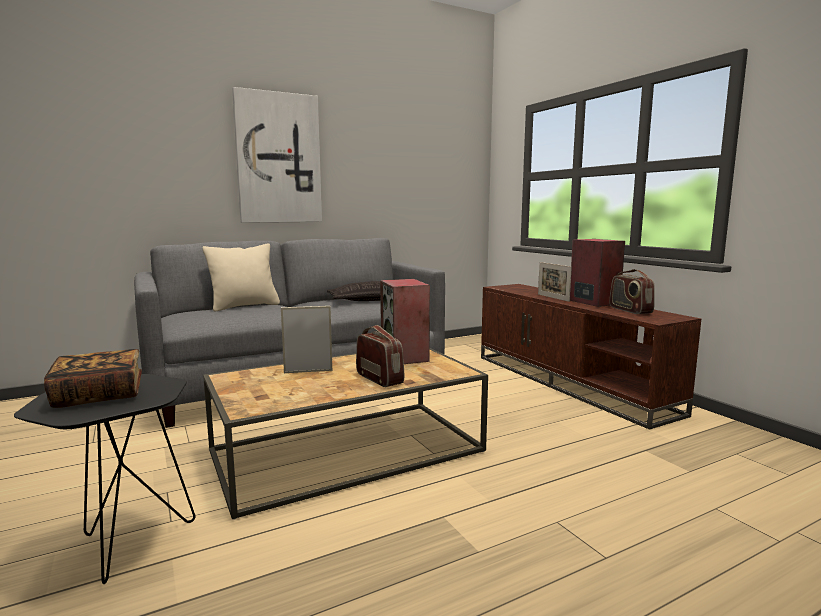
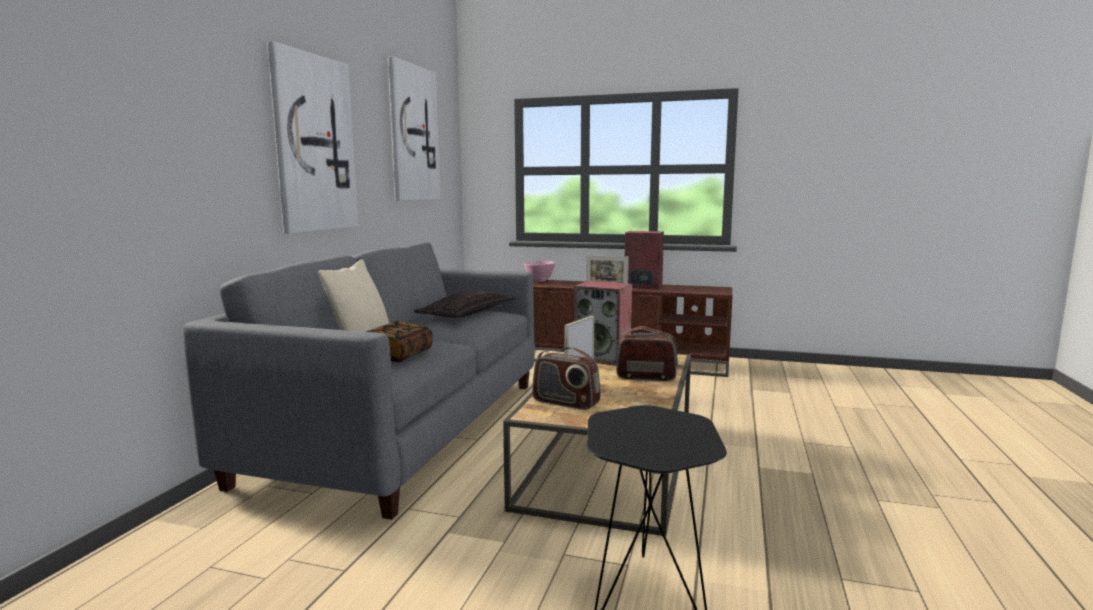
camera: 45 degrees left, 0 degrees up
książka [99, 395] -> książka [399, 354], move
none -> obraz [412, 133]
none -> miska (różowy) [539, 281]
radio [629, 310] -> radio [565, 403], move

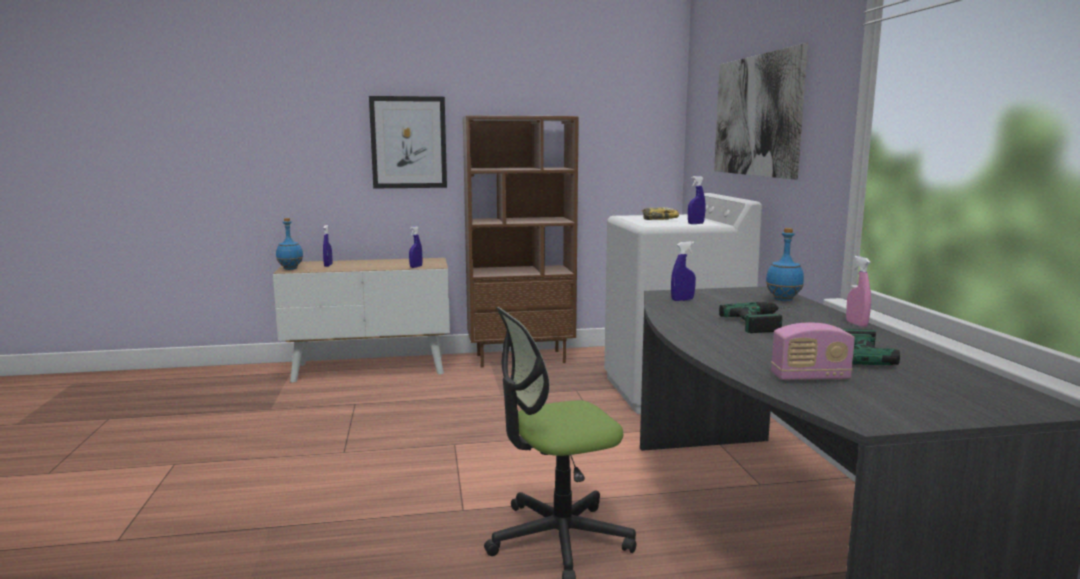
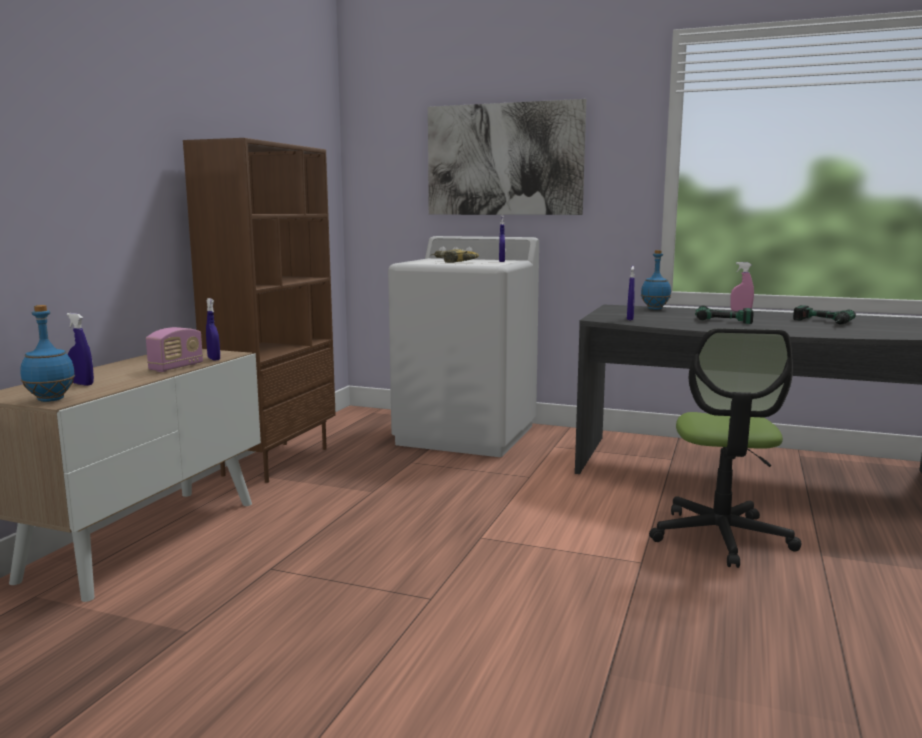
camera: 60 degrees left, 0 degrees up
radio [810, 378] -> radio [176, 367], move
obraz [408, 142] -> none

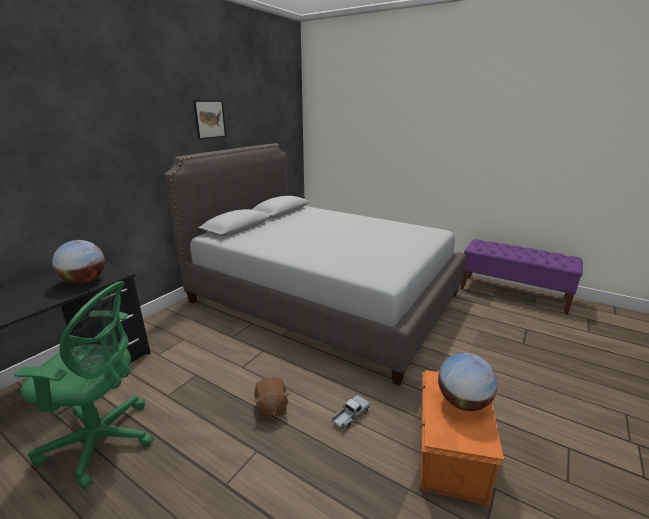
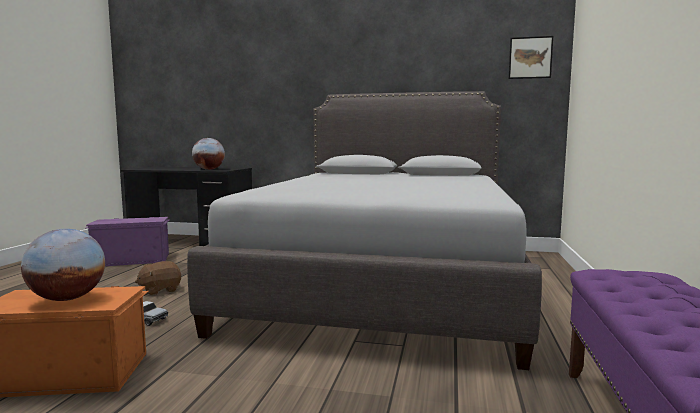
camera: 70 degrees right, 15 degrees down
krzesło biurowe (zielony) [104, 441] -> pojemnik do przechowywania (fioletowy) [132, 259]
obraz [210, 119] -> obraz [530, 57], move

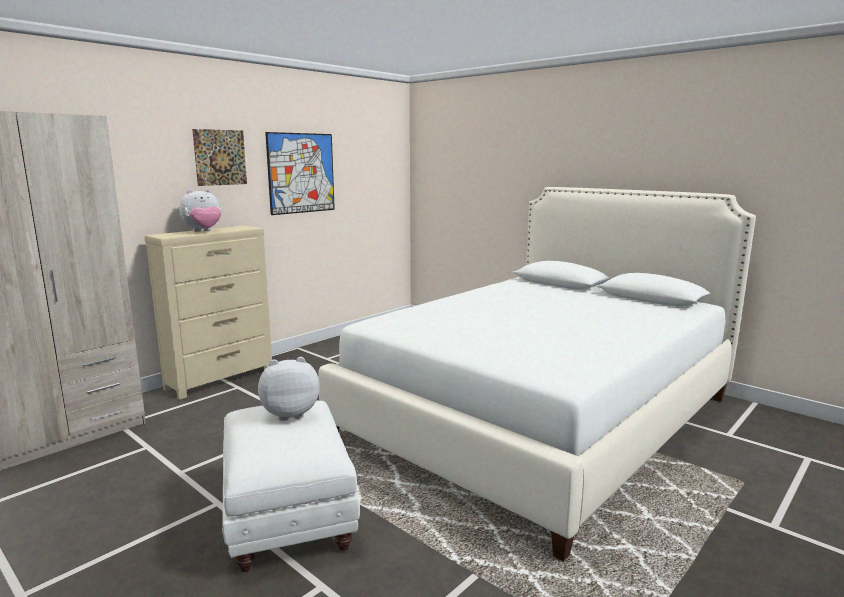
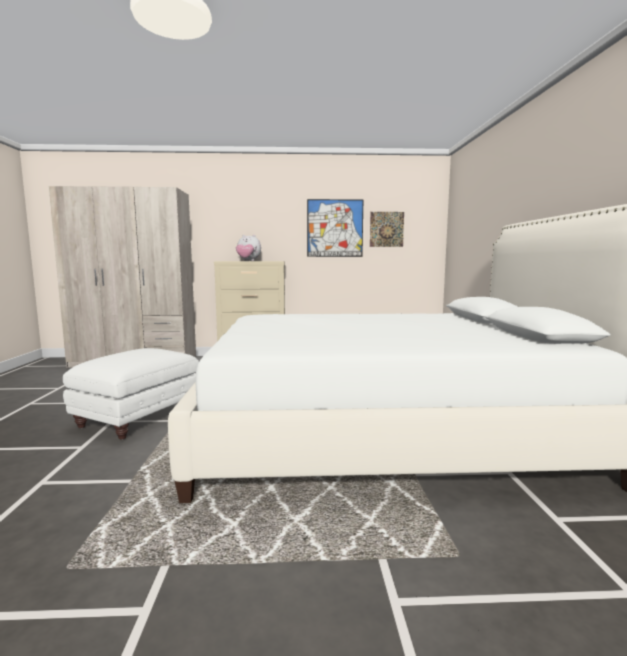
camera: 45 degrees right, 5 degrees down
obraz [220, 157] -> obraz [386, 229], move
pluszak [290, 414] -> none

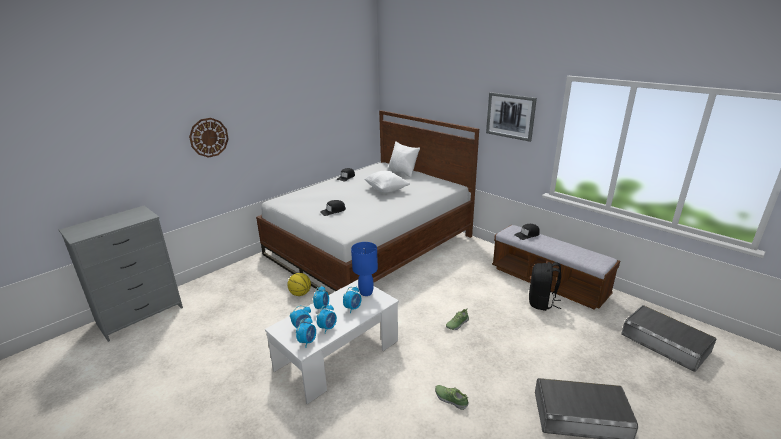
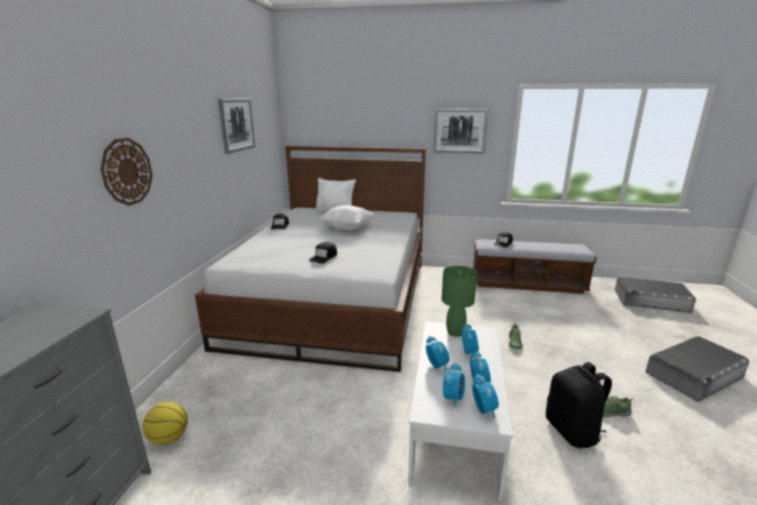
camera: 35 degrees left, 5 degrees down
piłka do koszykówki [300, 293] -> piłka do koszykówki [168, 438], move
none -> obraz [237, 124]
lampa stołowa (niebieski) [366, 292] -> lampa stołowa (zielony) [455, 332]
plecak (czarny) [541, 302] -> plecak (czarny) [572, 431], move

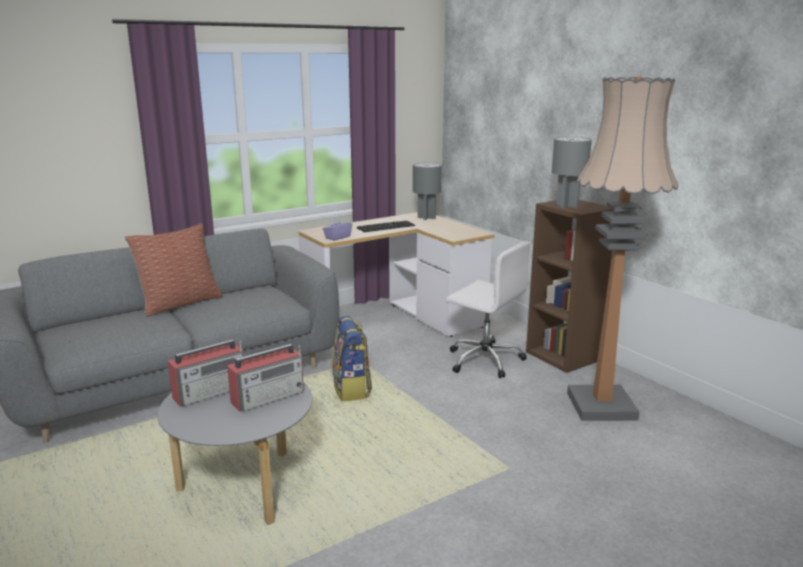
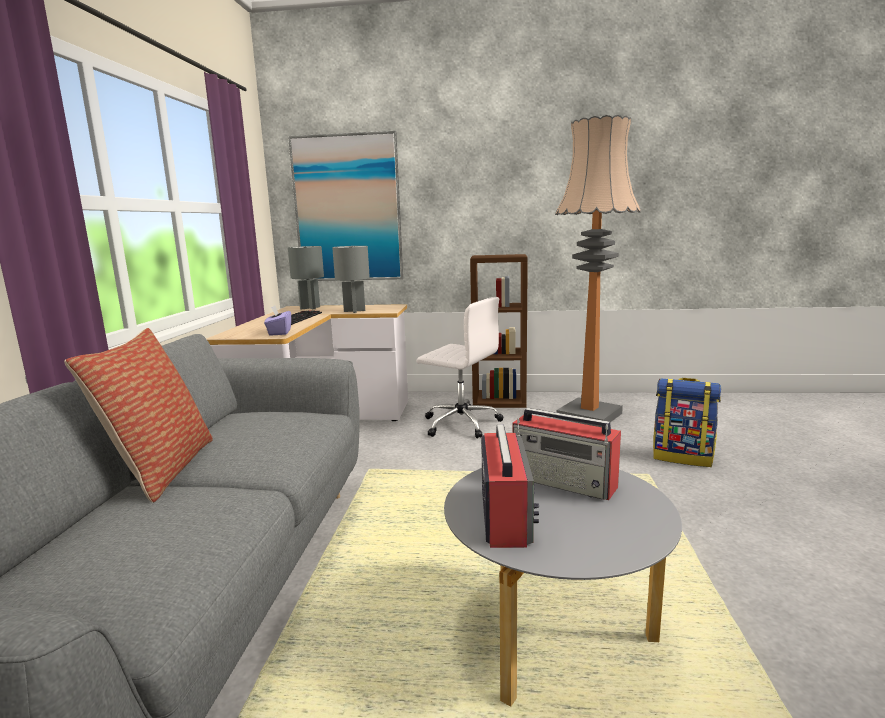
camera: 50 degrees left, 5 degrees down
none -> obraz [347, 209]
lampa stołowa (szary) [566, 206] -> lampa stołowa (szary) [354, 311], move
krzesło biurowe (biały) [484, 360] -> krzesło biurowe (biały) [460, 423], 45 degrees clockwise
radio [269, 397] -> radio [564, 482], 120 degrees clockwise
plecak [352, 389] -> plecak [683, 457], move

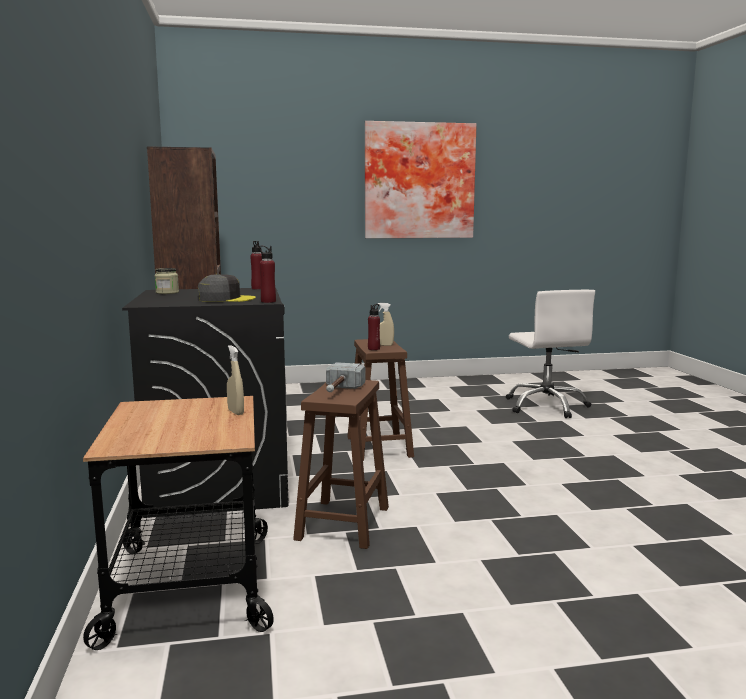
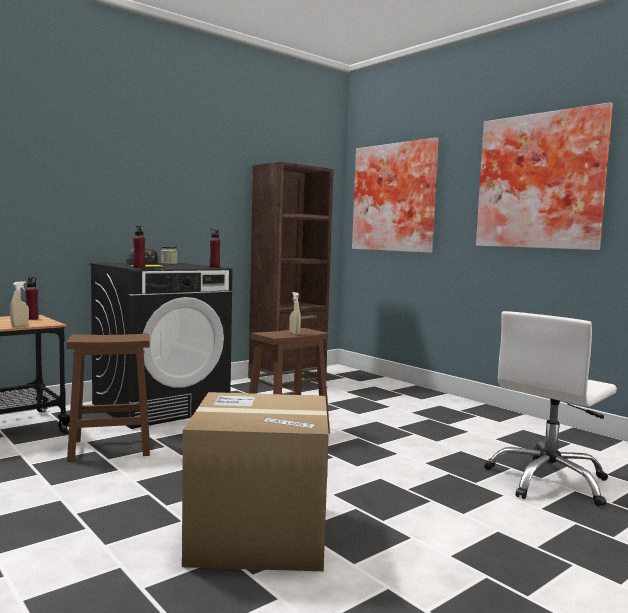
camera: 60 degrees right, 5 degrees down
butelka (czerwony) [374, 349] -> butelka (czerwony) [32, 319], move
none -> karton [259, 534]
none -> obraz [395, 198]
młotek [340, 390] -> none

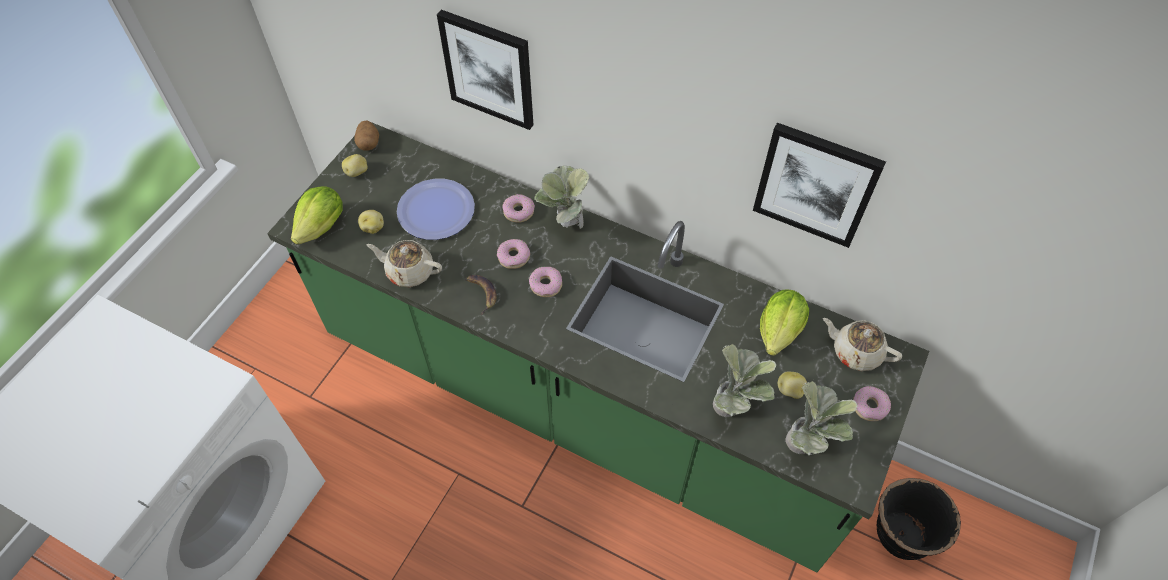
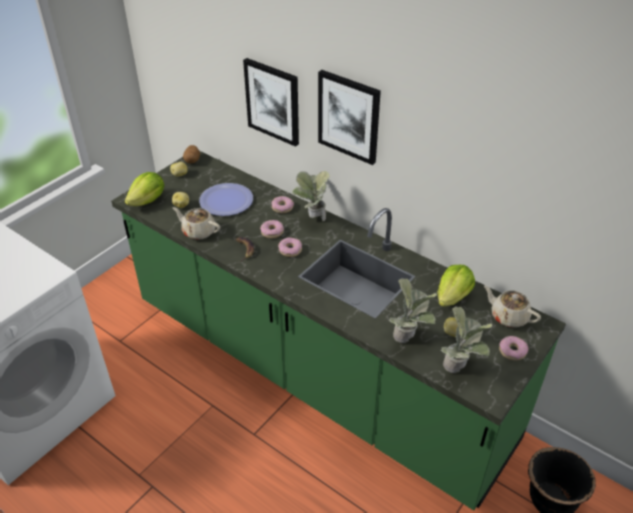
camera: 10 degrees right, 15 degrees down
obraz [816, 184] -> obraz [349, 116], move

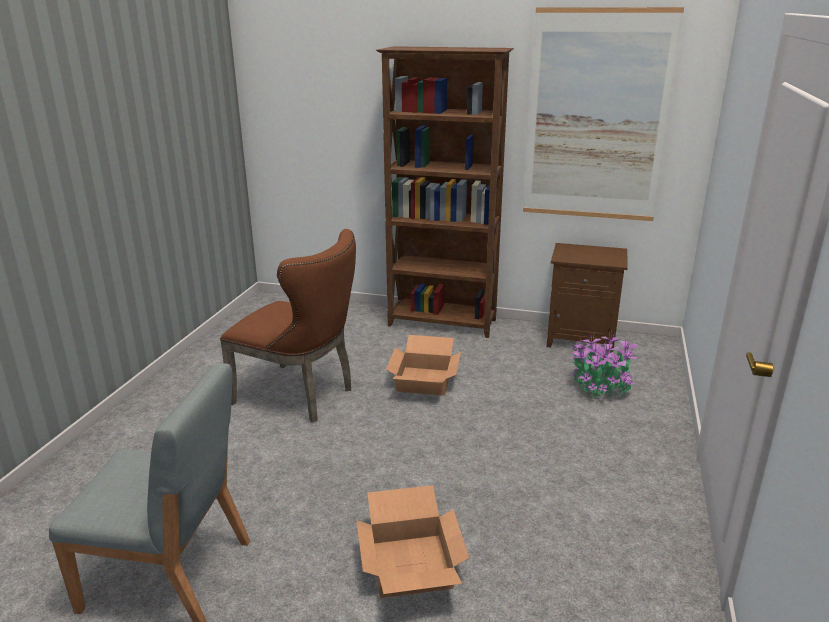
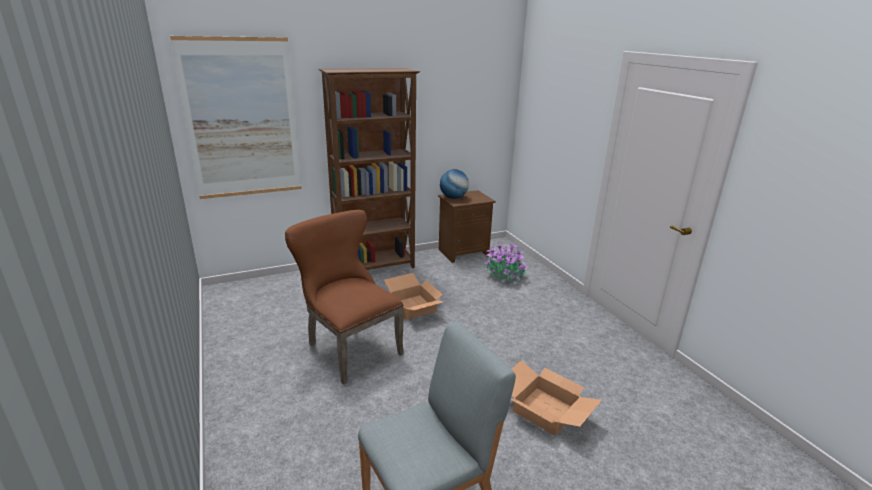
camera: 40 degrees left, 0 degrees up
obraz [596, 117] -> obraz [242, 120], move
krzesło (brązowy) [301, 396] -> krzesło (brązowy) [348, 347], 120 degrees counterclockwise
none -> globus [453, 197]

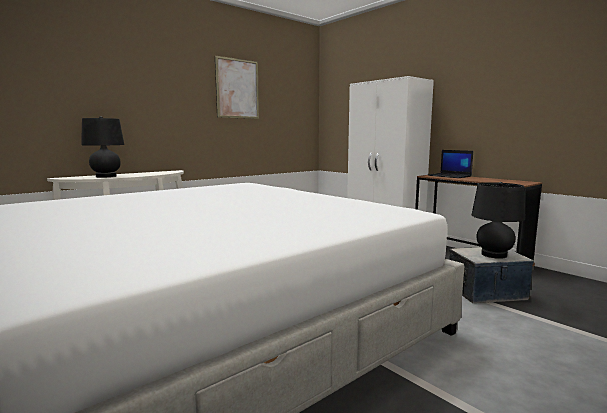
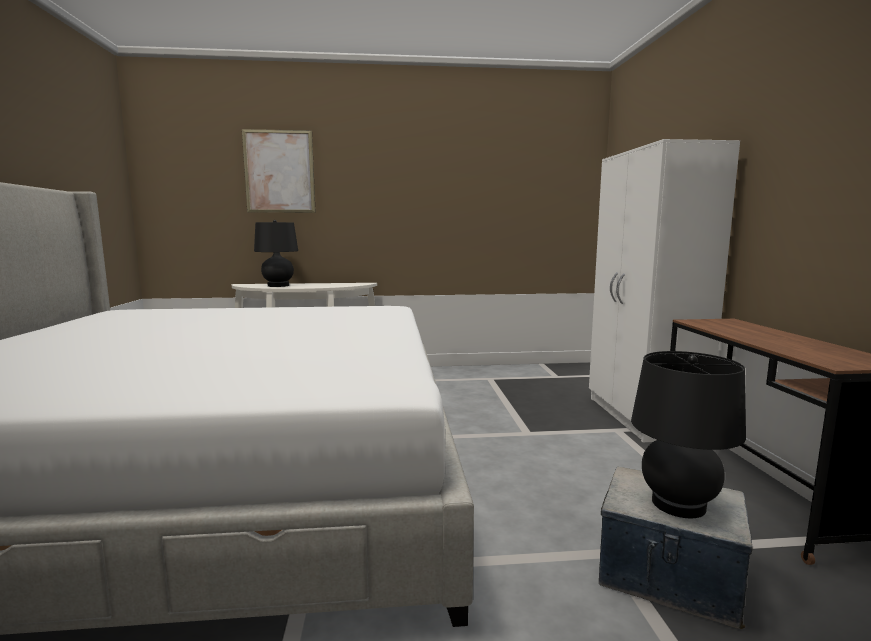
camera: 35 degrees right, 0 degrees up
obraz [237, 88] -> obraz [279, 171], move
laptop [450, 176] -> none

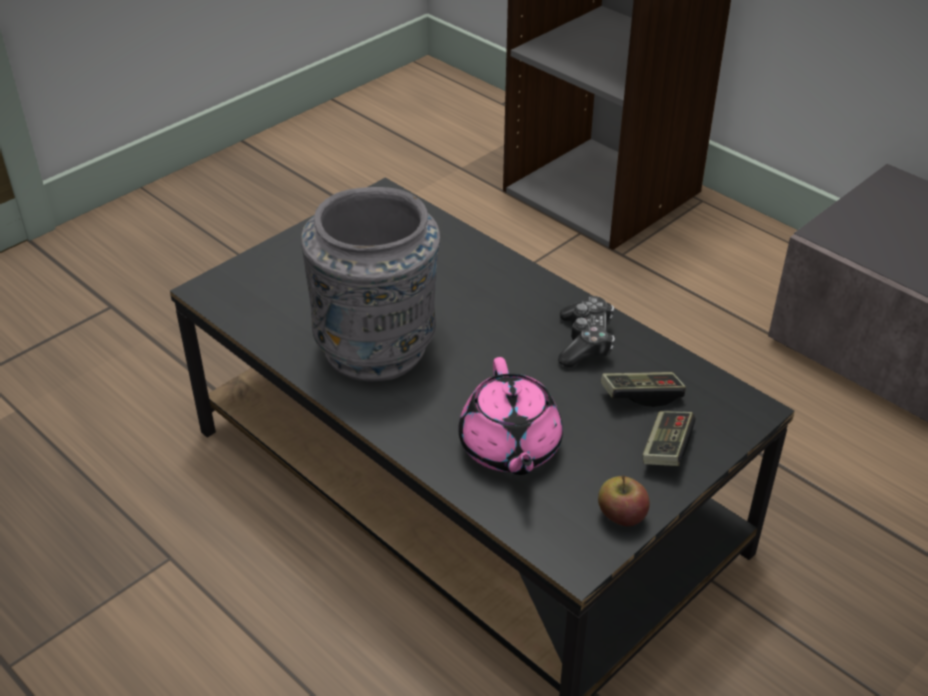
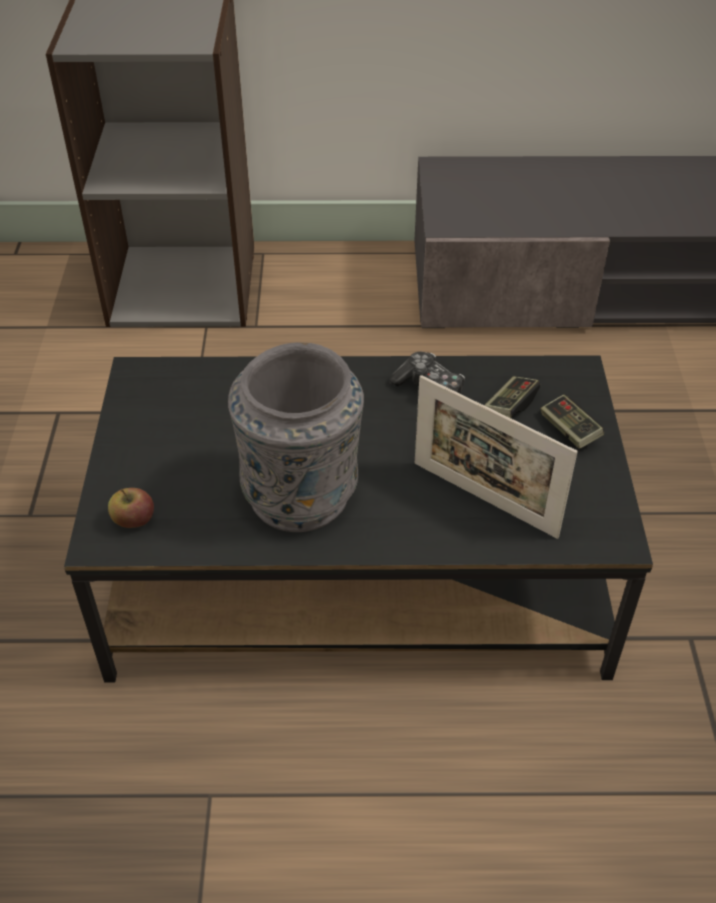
camera: 45 degrees left, 5 degrees up
jabłko [621, 516] -> jabłko [133, 520], move
imbryk (różowy) [509, 448] -> ramka na zdjęcie [484, 499]

